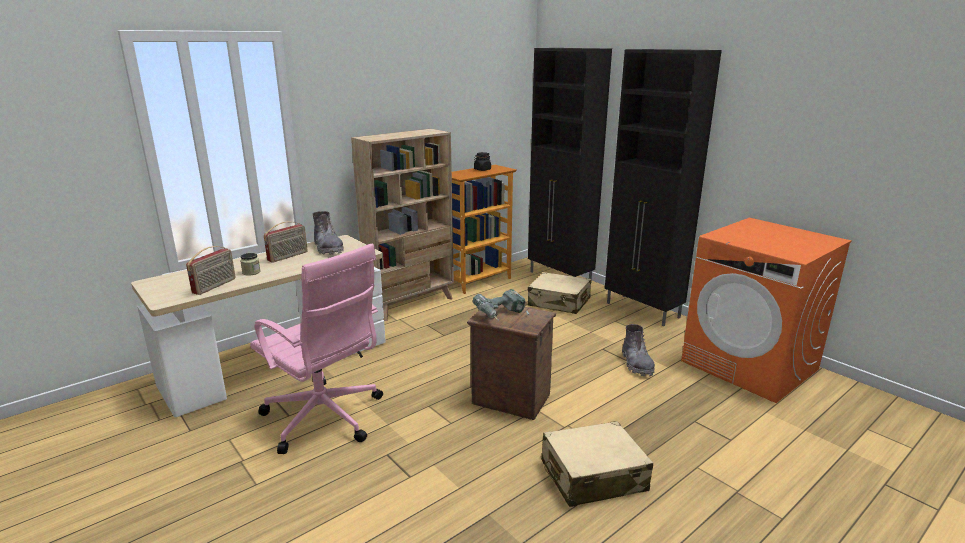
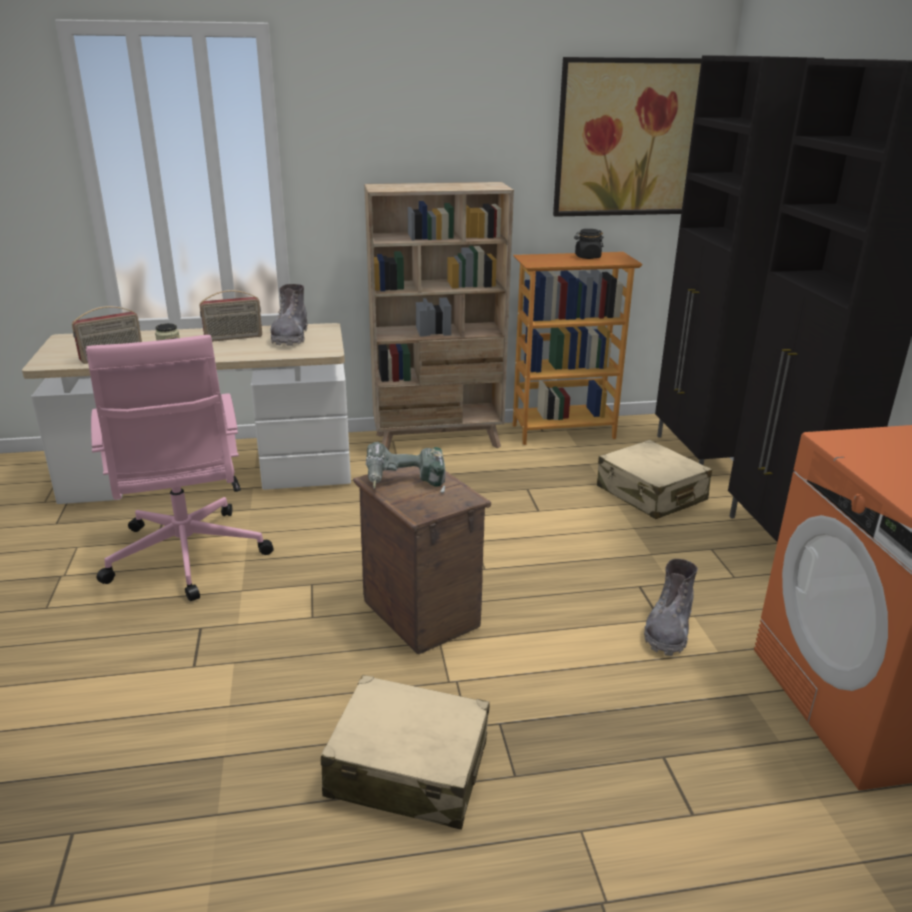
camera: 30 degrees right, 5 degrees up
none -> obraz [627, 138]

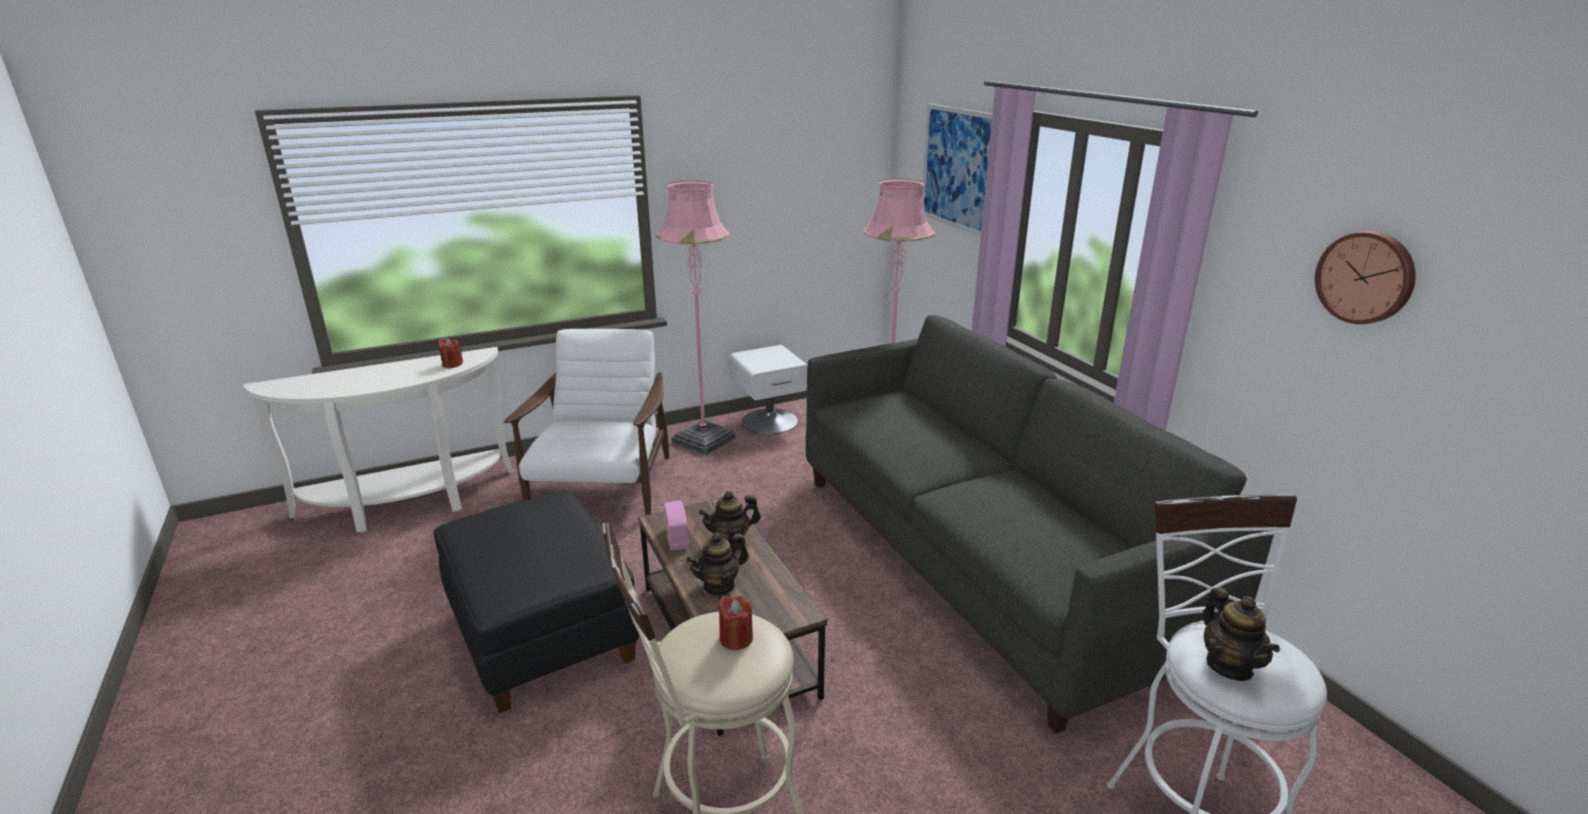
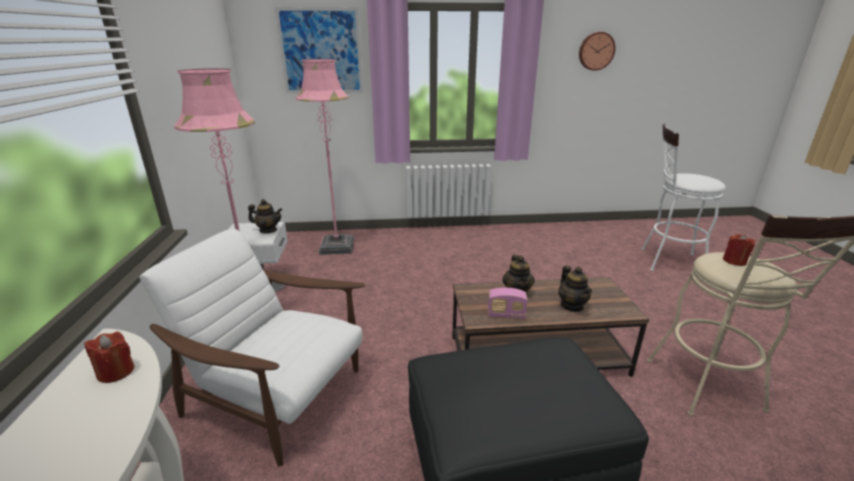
camera: 70 degrees left, 0 degrees up
imbryk [1229, 666] -> imbryk [268, 230], move
kanapa (szary) [983, 559] -> none

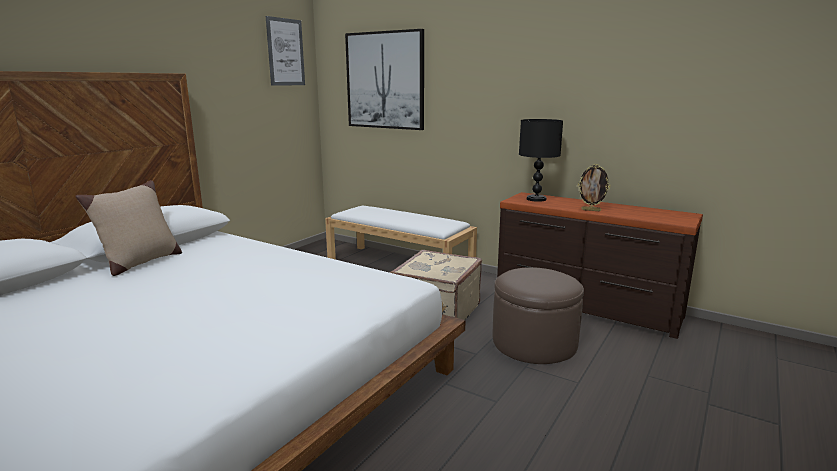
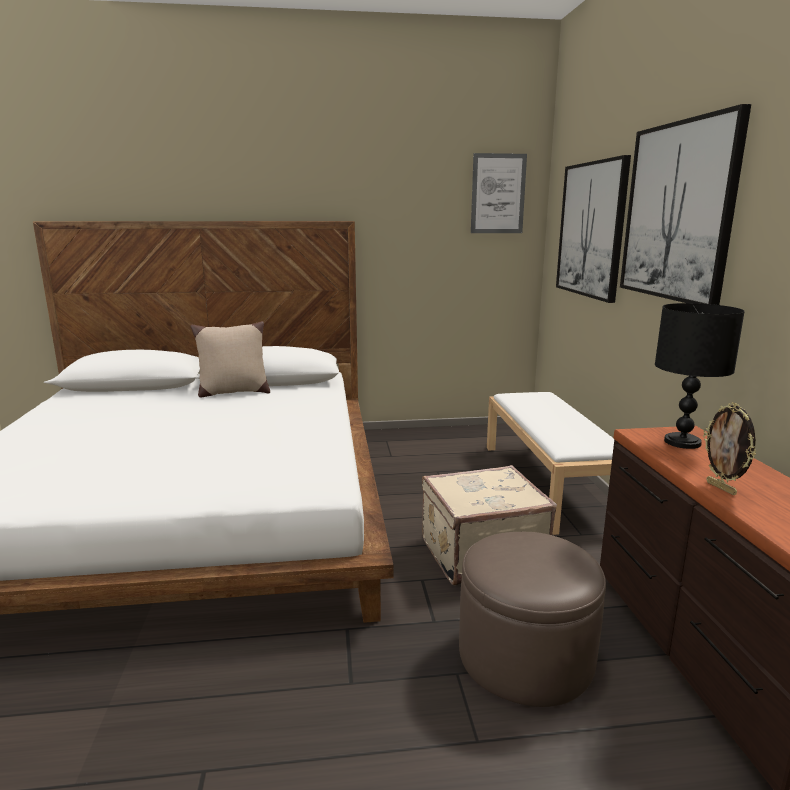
camera: 50 degrees right, 0 degrees up
none -> obraz [677, 212]

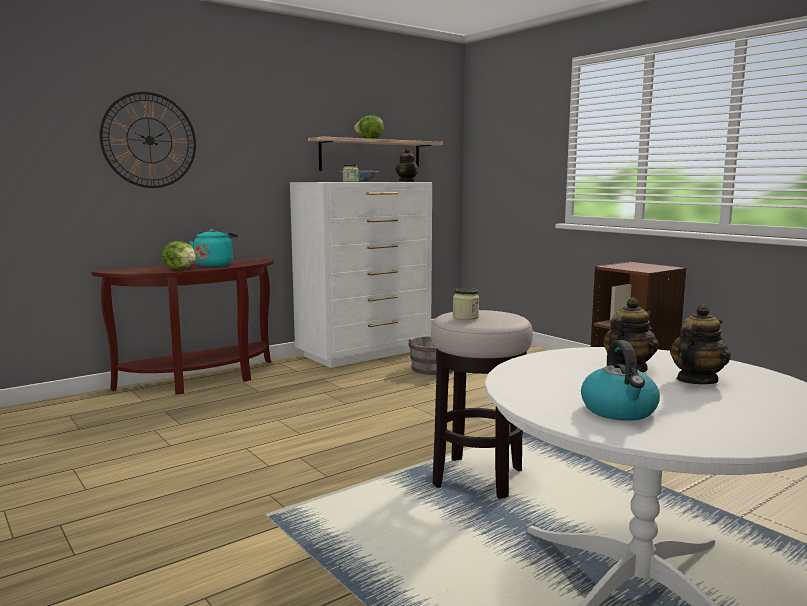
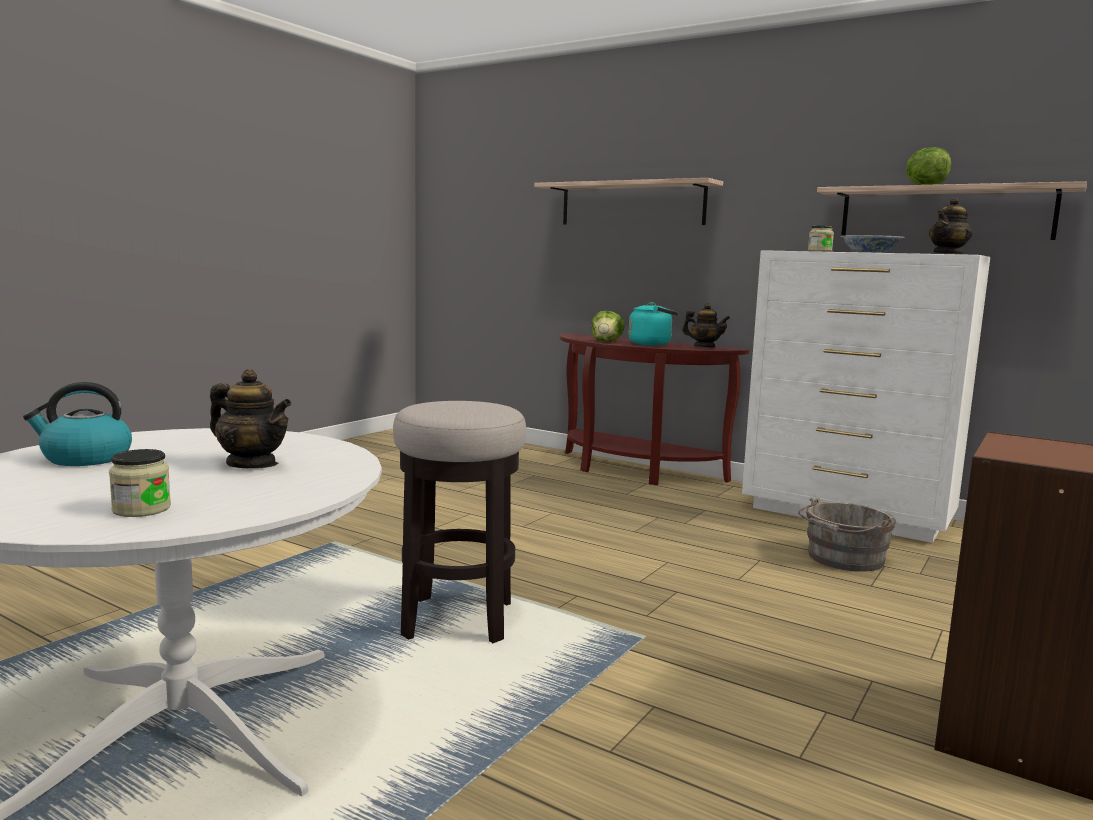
camera: 70 degrees right, 0 degrees up
słoik [465, 317] -> słoik [141, 509], move
zegar ścienny [149, 140] -> półka [632, 204]
imbryk [696, 380] -> imbryk [704, 347], move

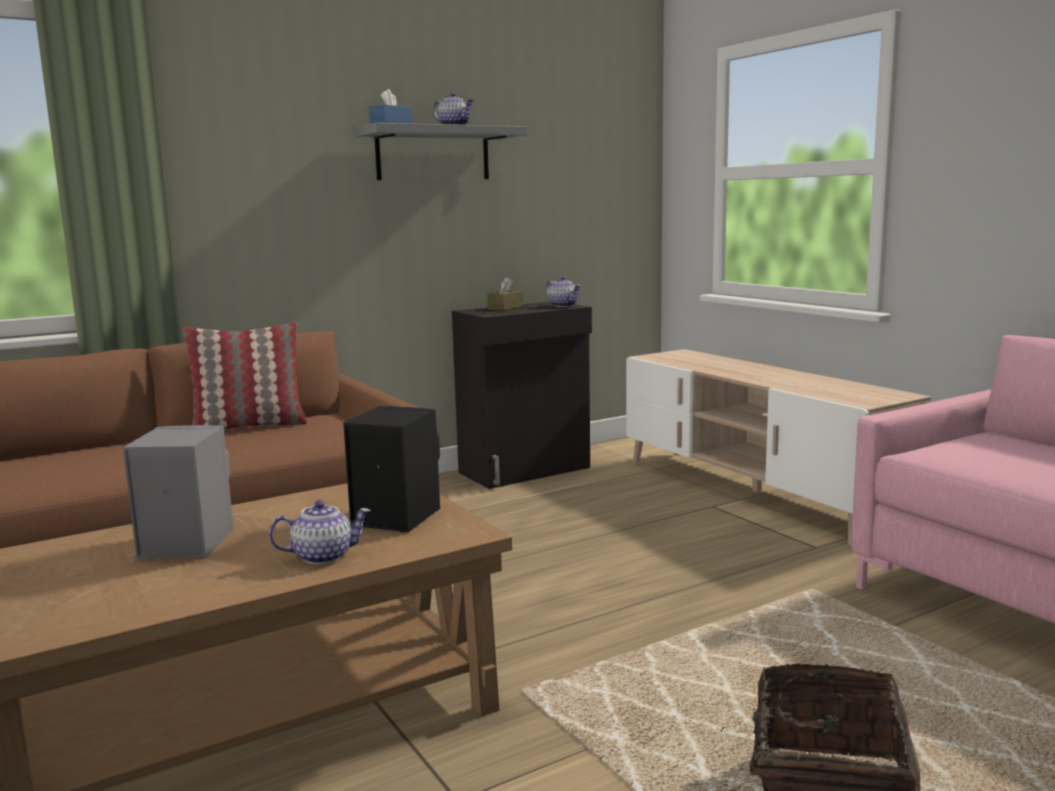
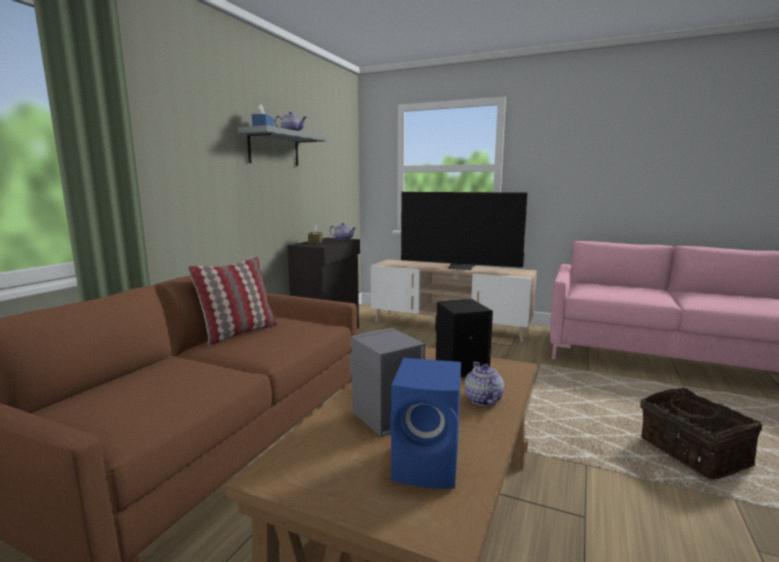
camera: 35 degrees left, 0 degrees up
none -> głośnik (niebieski) [429, 465]
none -> telewizor [461, 268]
imbryk [323, 556] -> imbryk [482, 399], 45 degrees counterclockwise

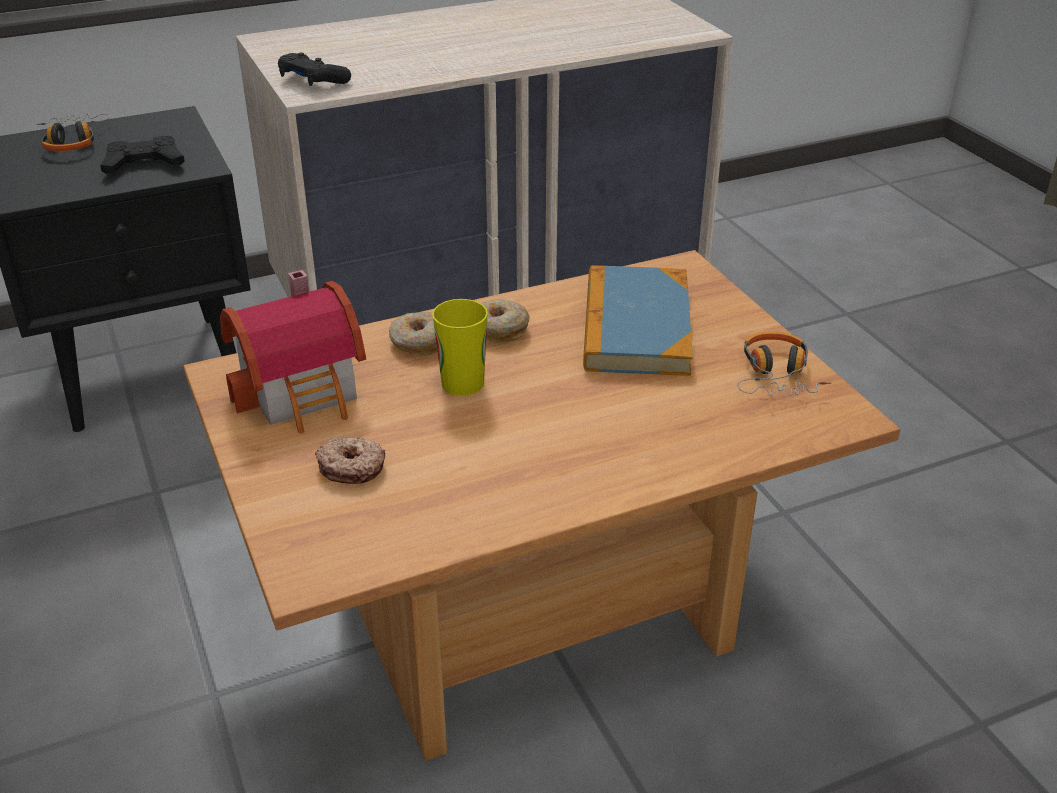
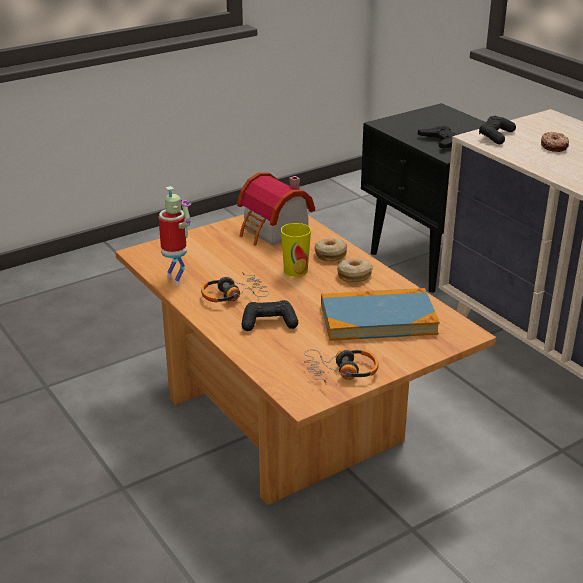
camera: 80 degrees right, 5 degrees down
none -> robot zabawkowy [177, 279]
słuchawki [73, 141] -> słuchawki [233, 295], move
none -> pad do gier (czarny) [269, 323]
donut [351, 467] -> donut [554, 146], move

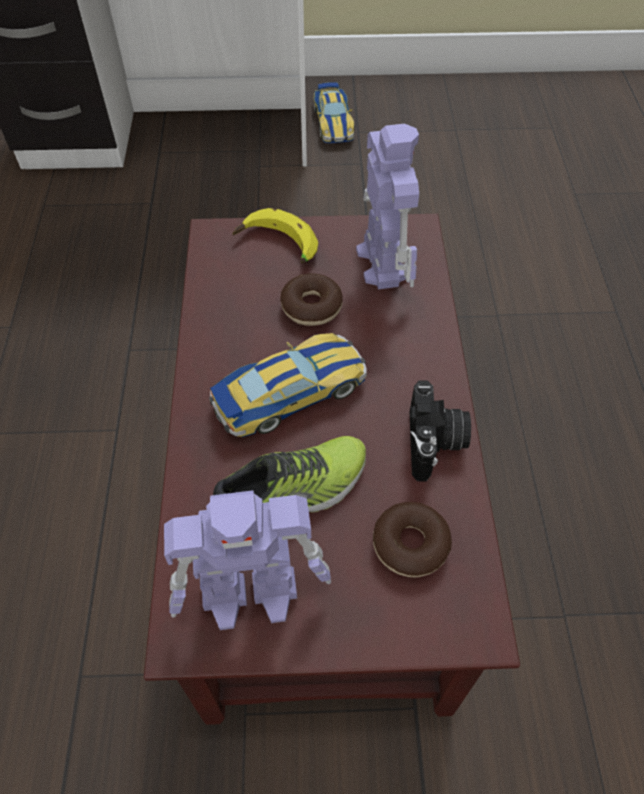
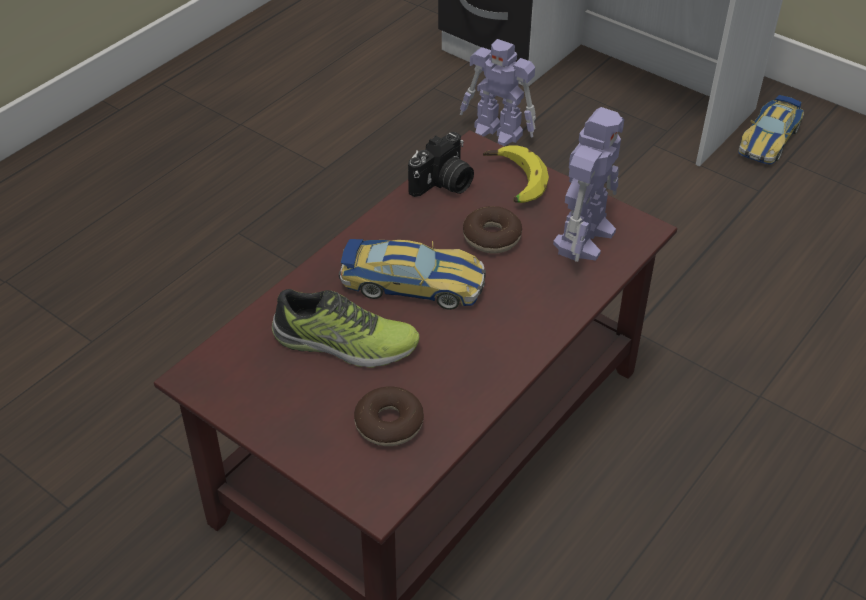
camera: 40 degrees right, 10 degrees down
aparat fotograficzny [435, 443] -> aparat fotograficzny [443, 184], move
robot zabawkowy [253, 594] -> robot zabawkowy [498, 132], move

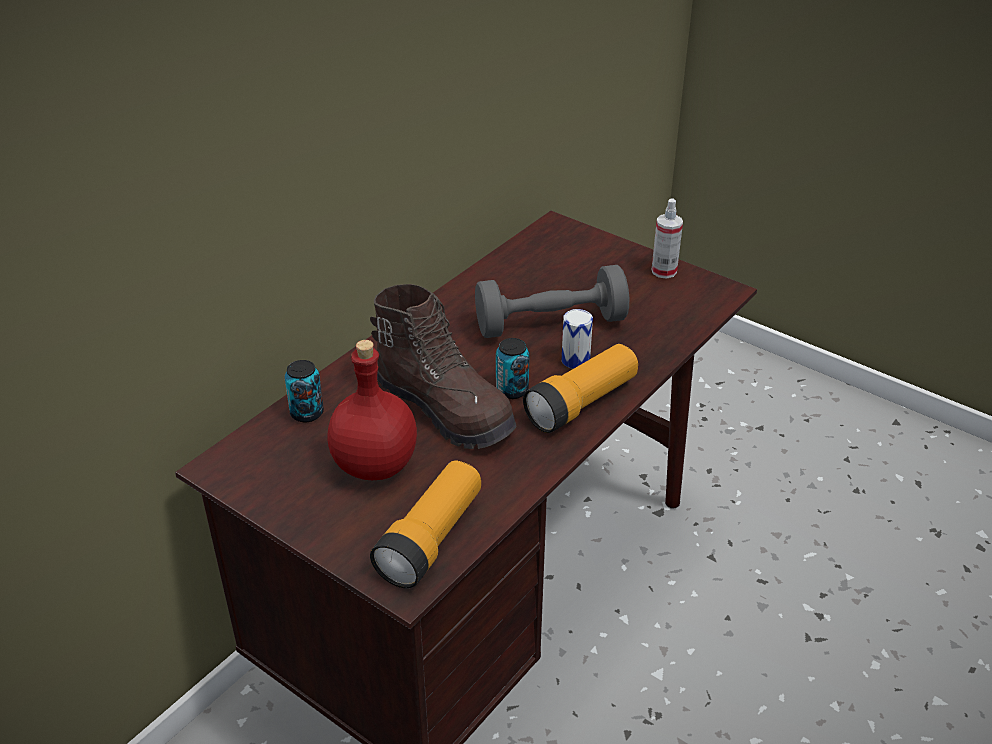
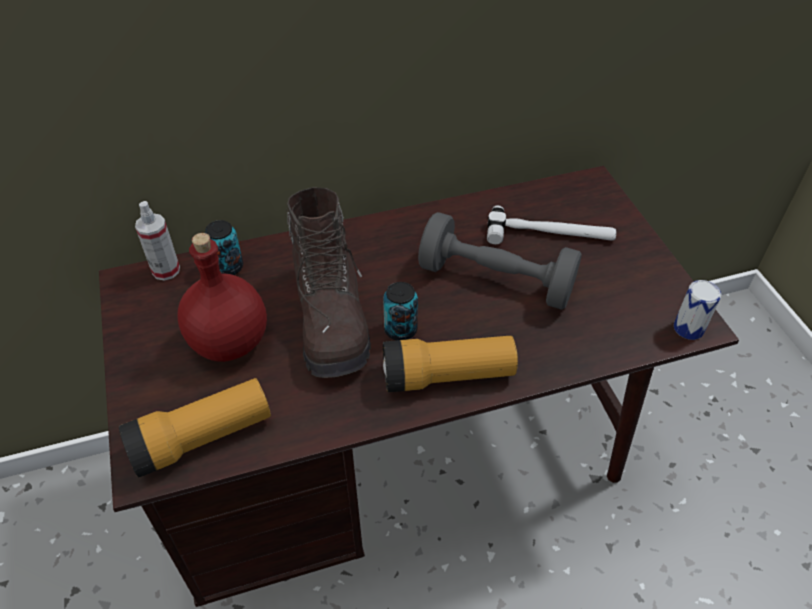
camera: 35 degrees right, 10 degrees up
spryskiwacz [664, 271] -> spryskiwacz [166, 270], move
none -> młotek [550, 234]
puszka [575, 360] -> puszka [688, 328], move

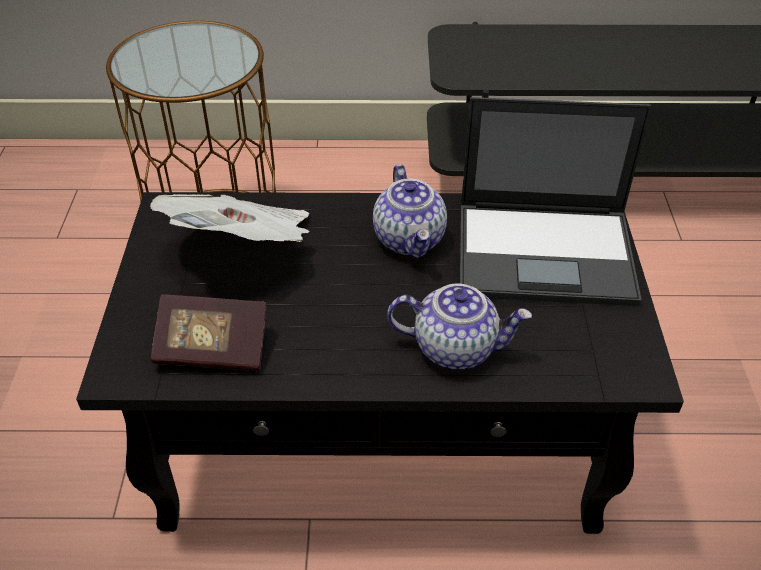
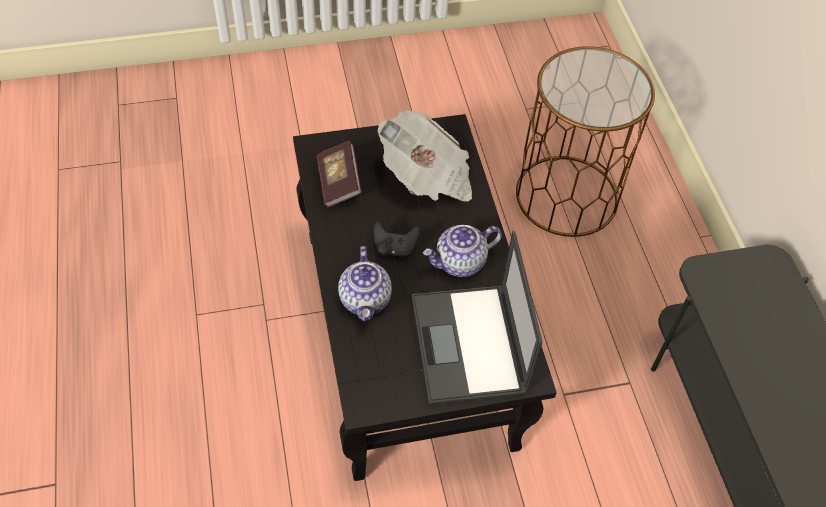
camera: 75 degrees right, 10 degrees up
none -> pad do gier (czarny) [395, 248]

